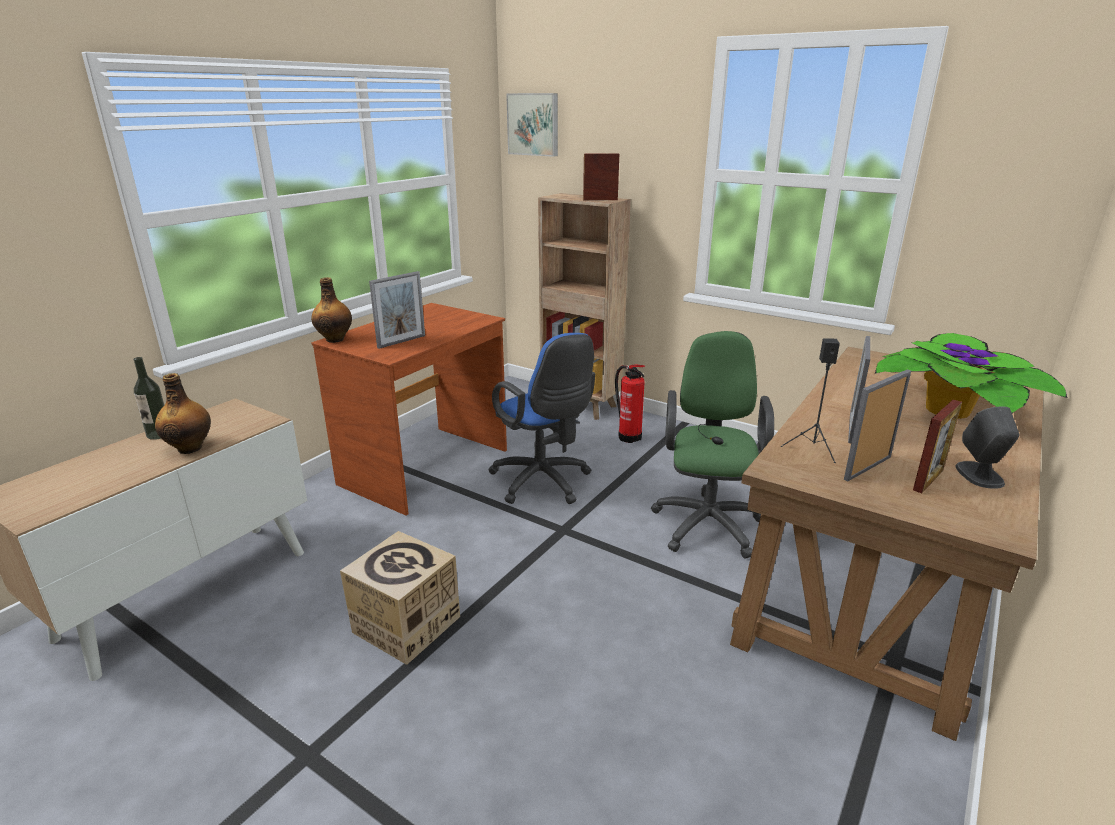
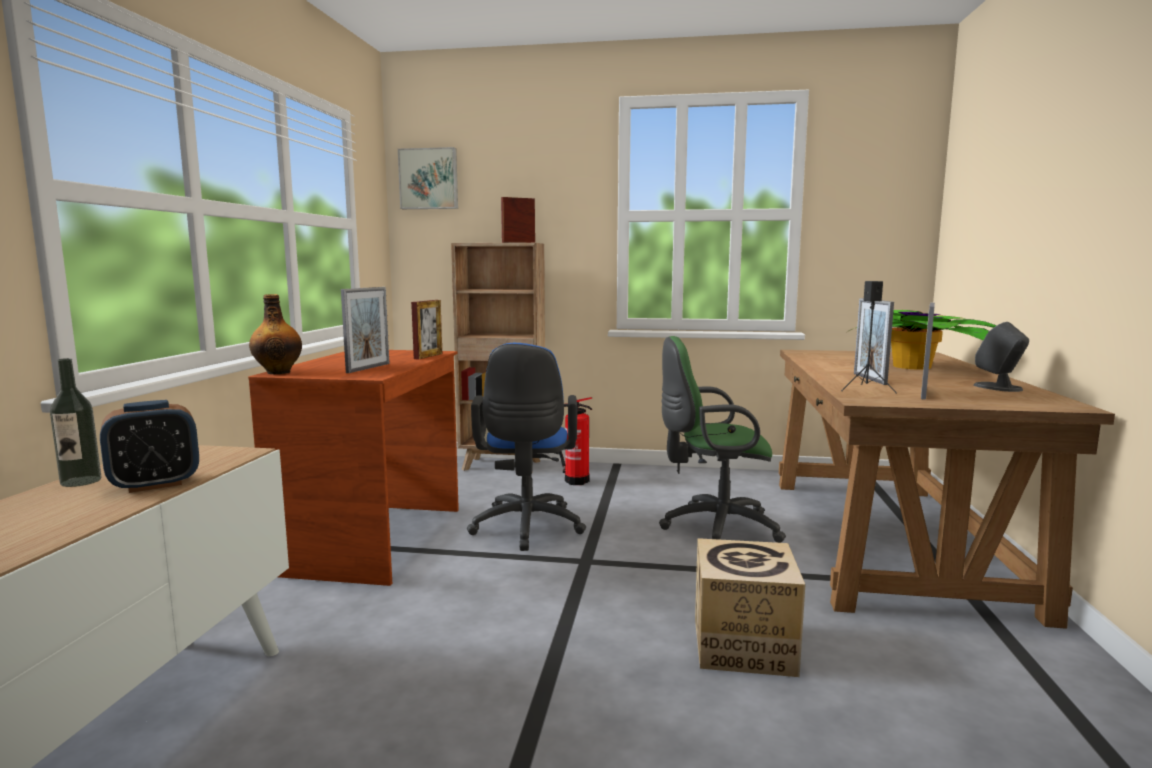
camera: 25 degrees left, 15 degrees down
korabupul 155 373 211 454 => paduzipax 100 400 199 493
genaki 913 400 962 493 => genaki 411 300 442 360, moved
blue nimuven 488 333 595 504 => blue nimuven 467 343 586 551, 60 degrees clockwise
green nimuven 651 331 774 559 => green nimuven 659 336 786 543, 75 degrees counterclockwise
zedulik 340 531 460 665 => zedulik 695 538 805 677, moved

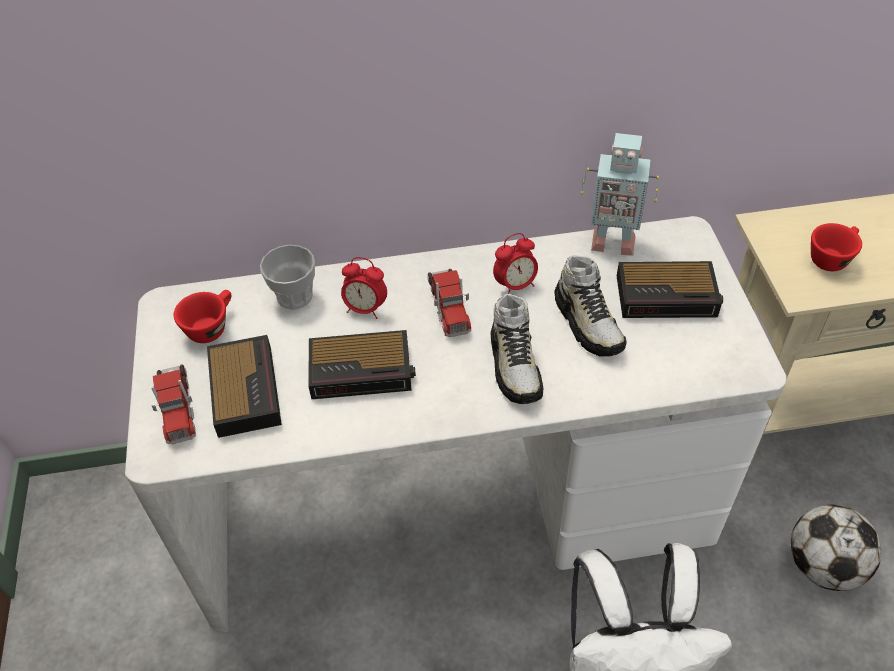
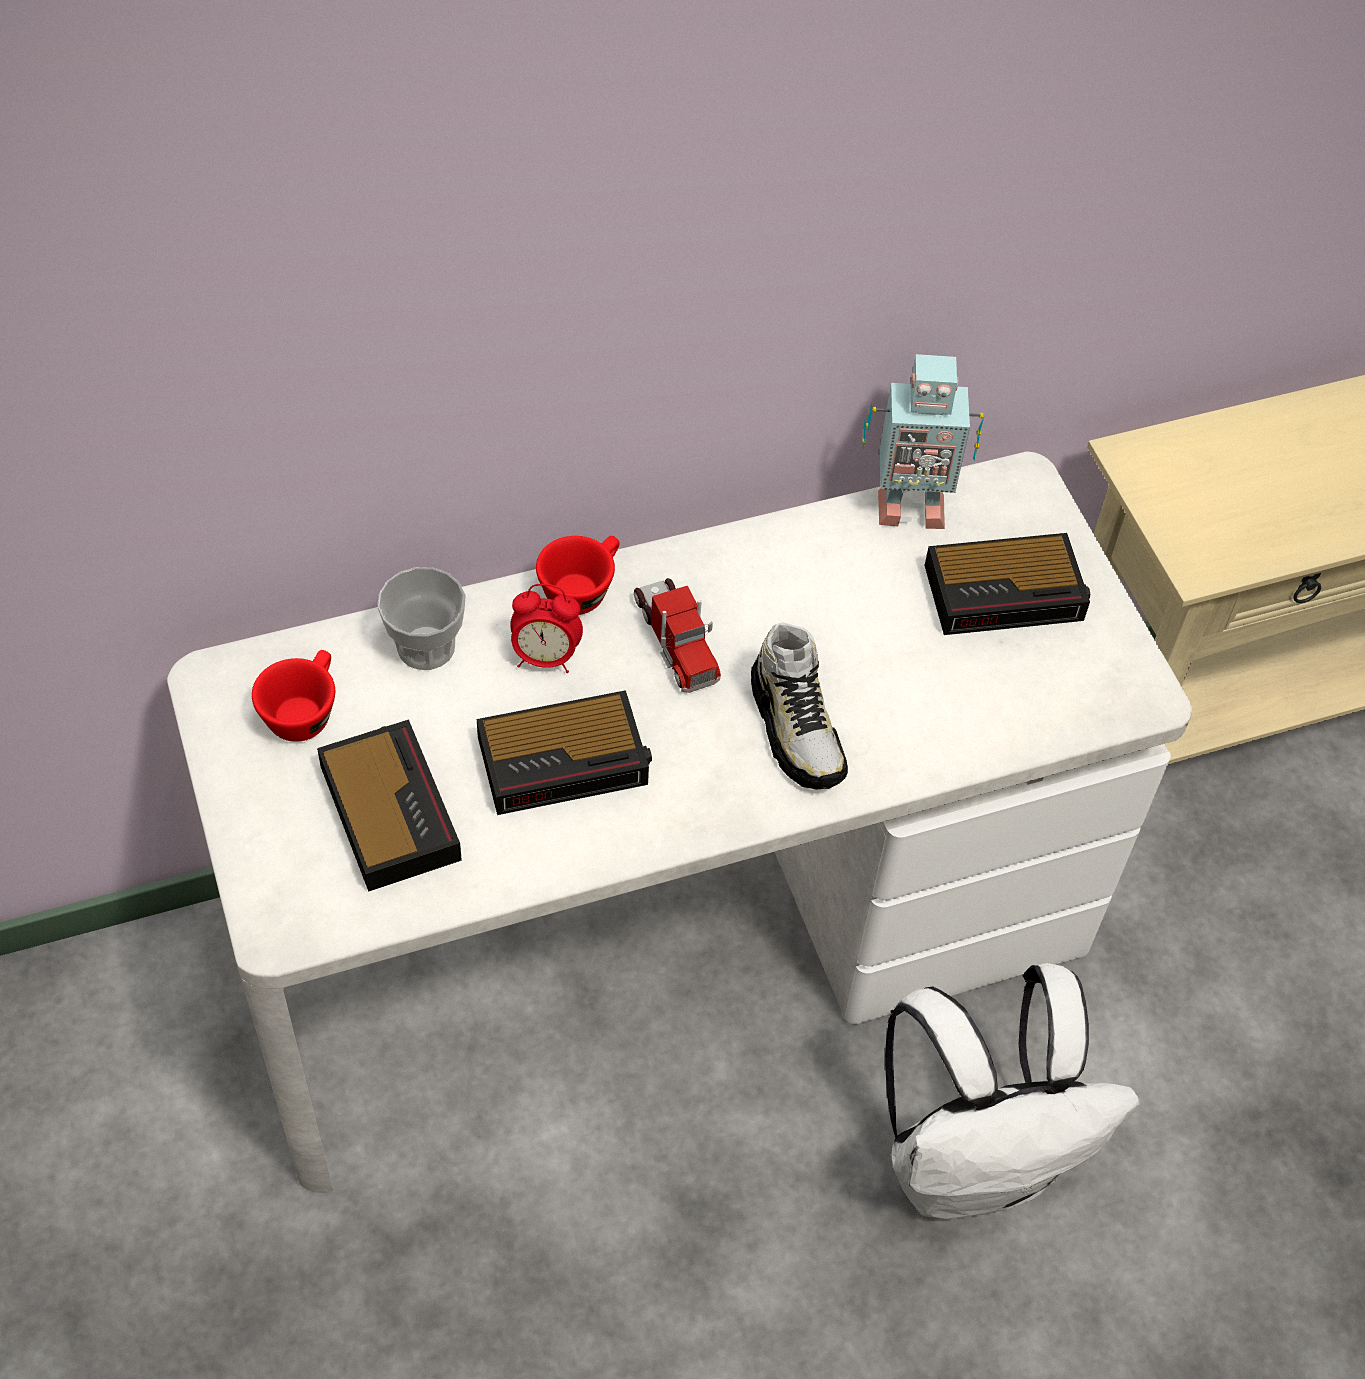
camera: 15 degrees left, 5 degrees up
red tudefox 811 223 862 271 => red tudefox 536 536 620 615, moved
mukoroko 151 364 196 444 => nothing
paduzipax 493 233 538 294 => nothing
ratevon 554 255 626 357 => nothing
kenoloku 791 504 881 591 => nothing

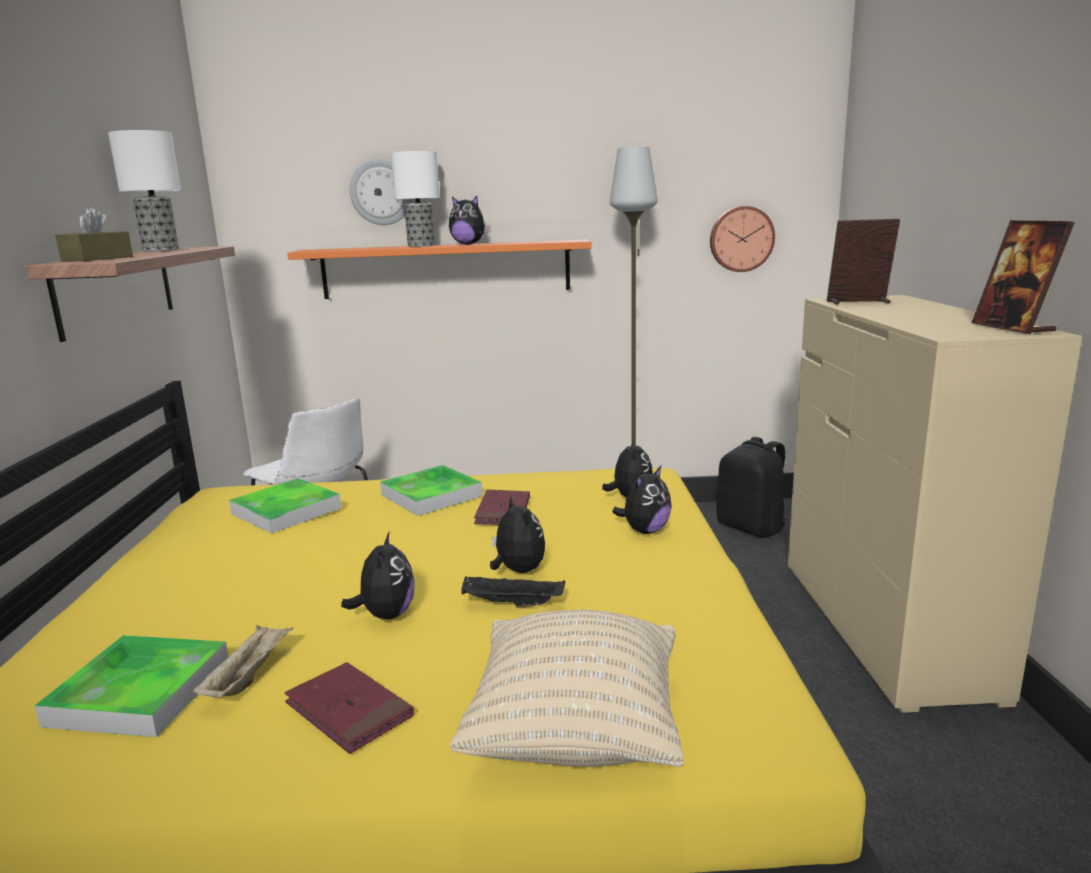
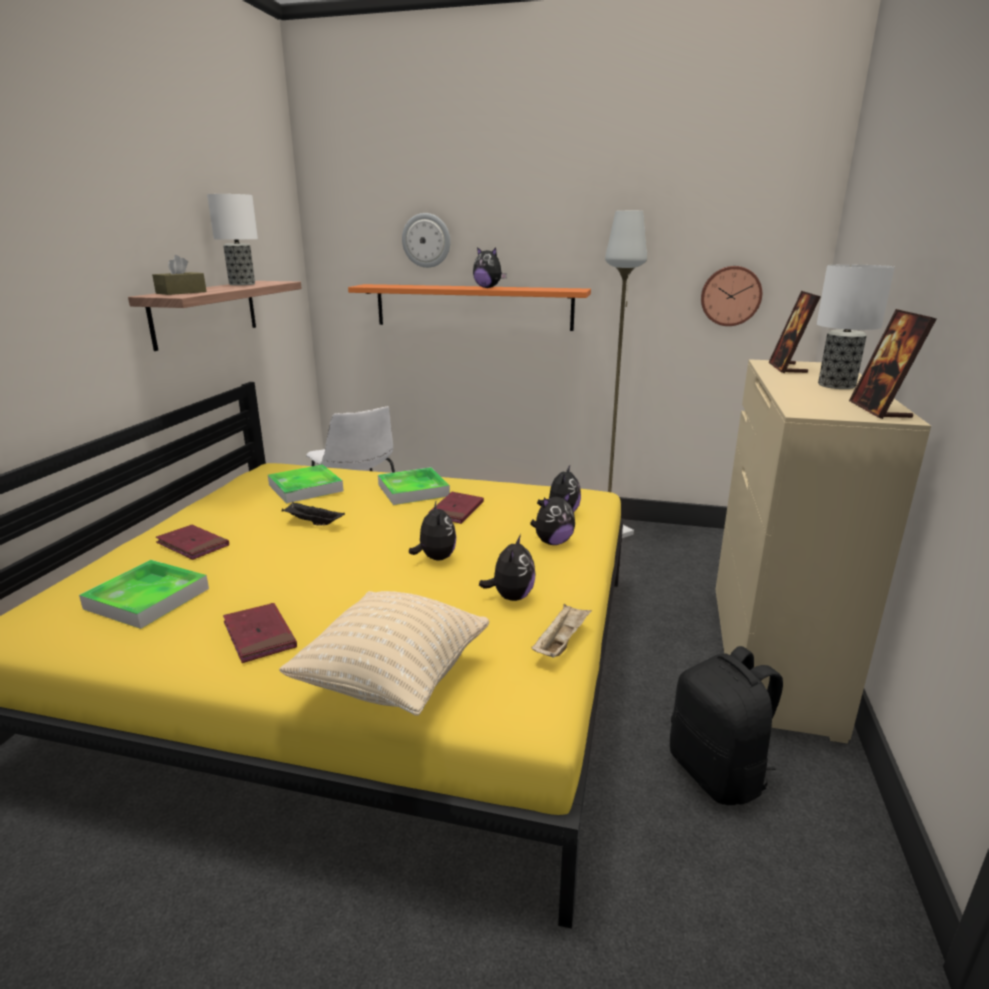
camera: 15 degrees right, 5 degrees up
nothing => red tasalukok 156 525 229 560
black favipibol 461 576 565 608 => black favipibol 281 502 345 526, moved
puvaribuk 341 532 415 619 => puvaribuk 479 534 535 601, moved
beige favipibol 192 625 293 698 => beige favipibol 531 604 592 658, moved
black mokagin 717 437 786 538 => black mokagin 670 646 783 805, moved
genaki 827 219 900 305 => genaki 768 291 821 373, 105 degrees counterclockwise
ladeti 391 151 440 247 => ladeti 817 265 895 389, moved

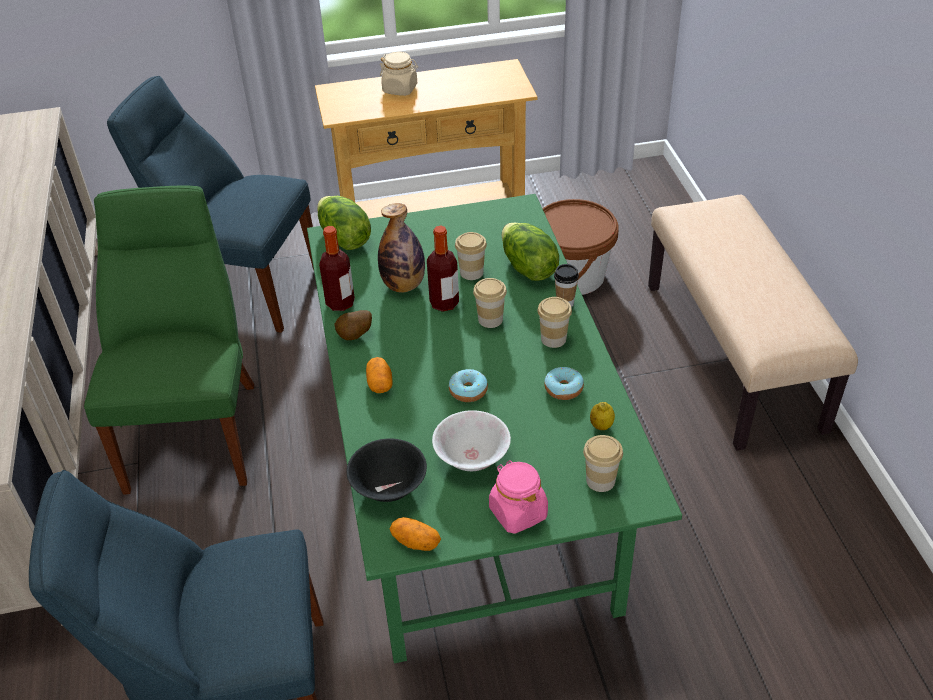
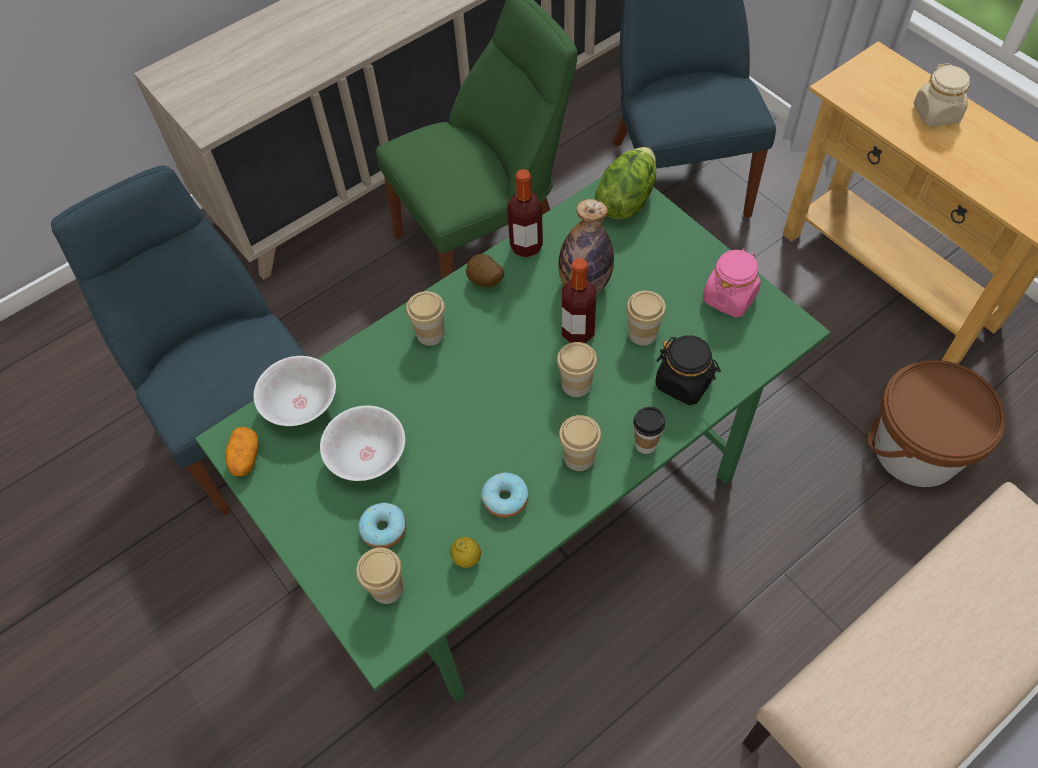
camera: 65 degrees right, 15 degrees up
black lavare 347 438 427 502 => white lavare 254 356 336 426
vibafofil 449 369 488 402 => vibafofil 359 503 406 548, moved
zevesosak 366 357 393 393 => tudefox 406 291 445 346
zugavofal 502 223 559 281 => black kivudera 655 335 721 405
pink kivudera 489 460 548 534 => pink kivudera 703 248 761 317, moved

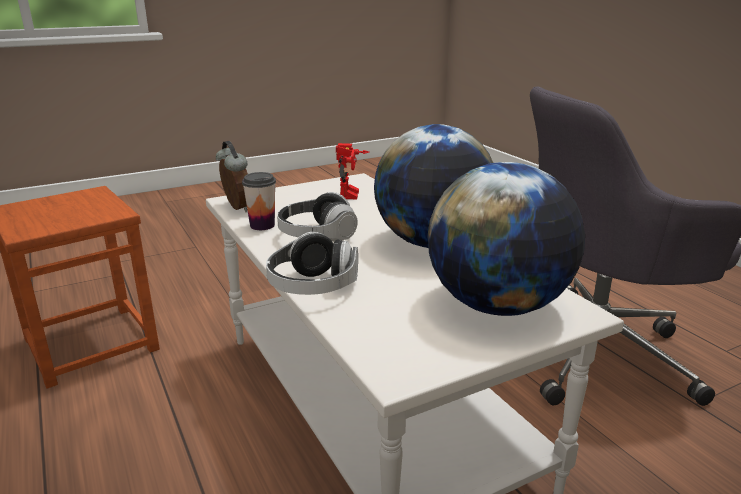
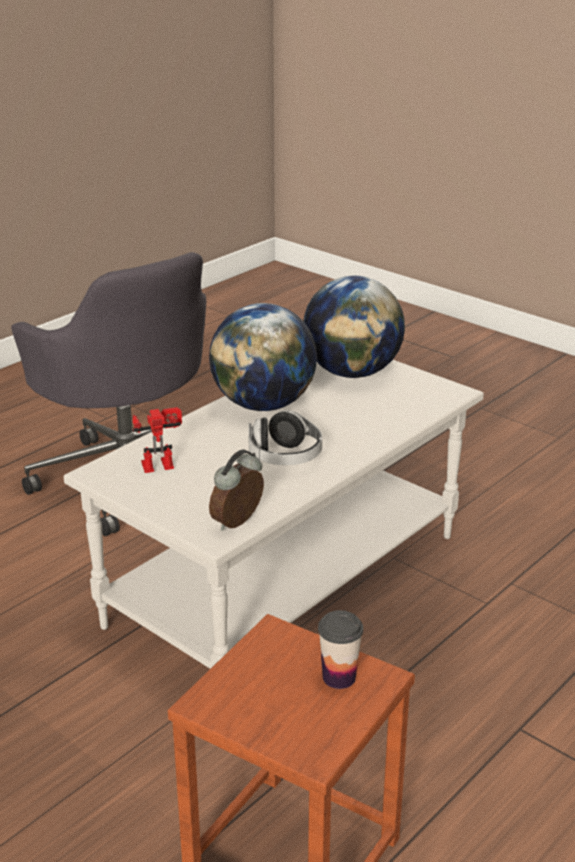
camera: 110 degrees left, 5 degrees up
tudefox 242 172 276 230 => tudefox 318 610 363 689, moved
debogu 266 232 358 295 => nothing

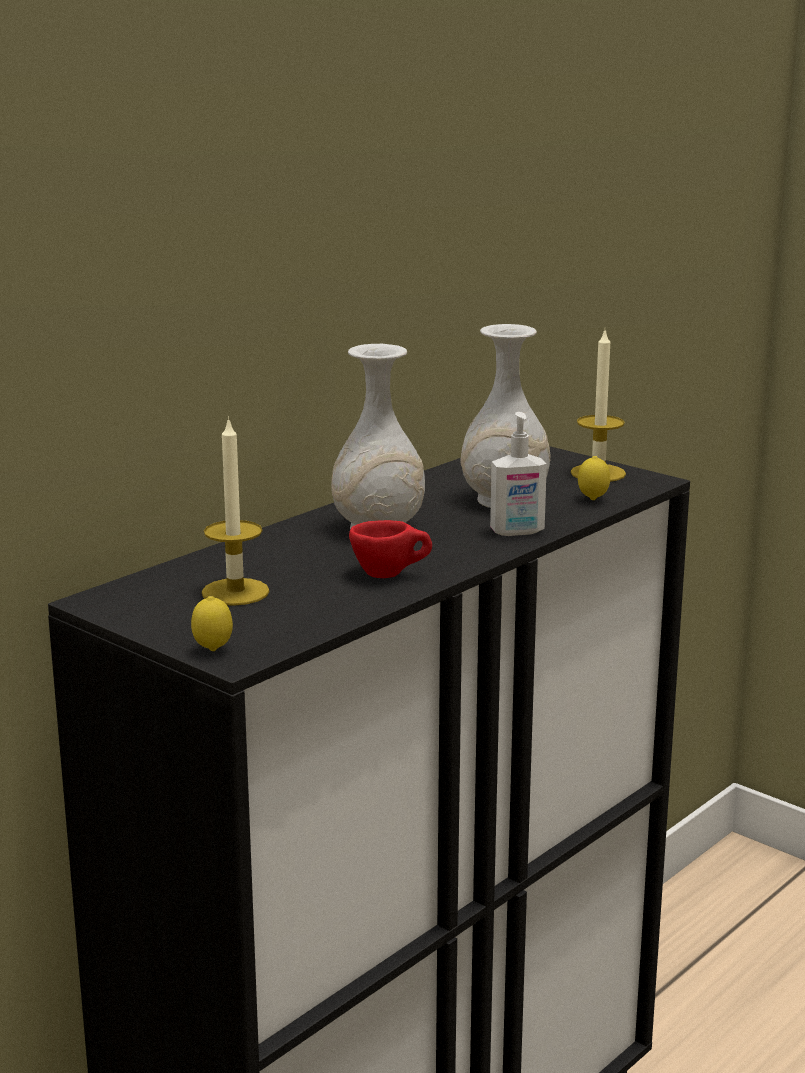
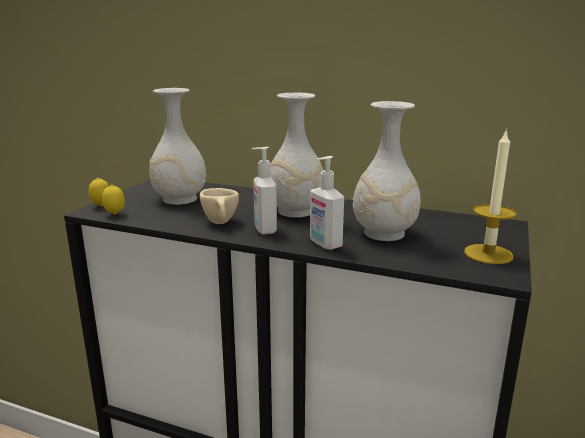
camera: 70 degrees right, 0 degrees up
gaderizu 578 456 610 500 => gaderizu 102 185 125 215, moved
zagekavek 202 417 270 606 => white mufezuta 149 88 206 205
red tudefox 349 520 432 578 => beige tudefox 200 188 239 224
nothing => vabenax 252 147 277 235

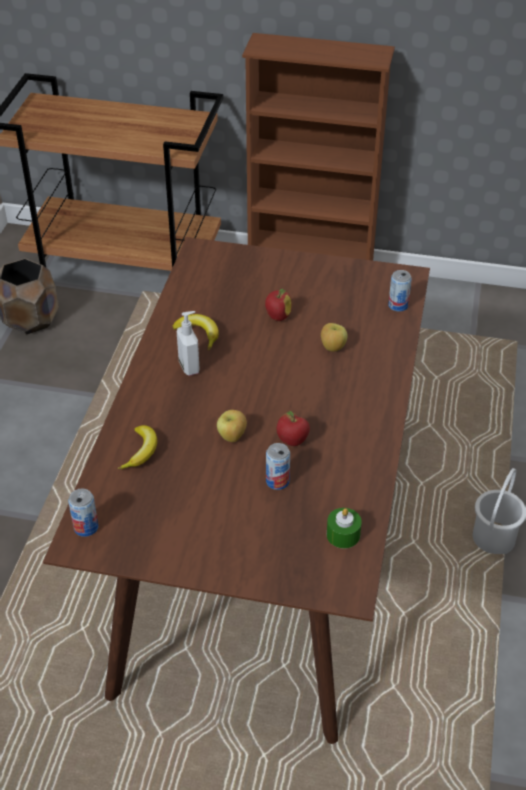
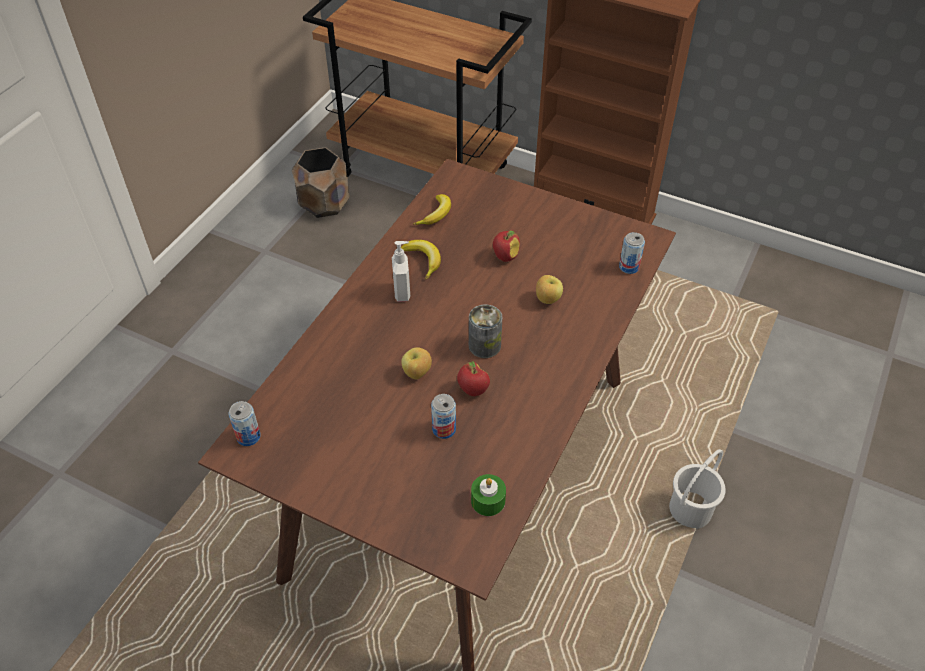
camera: 15 degrees right, 5 degrees up
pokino 118 425 157 469 => pokino 413 194 451 225, moved
nothing => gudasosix 469 304 502 358

